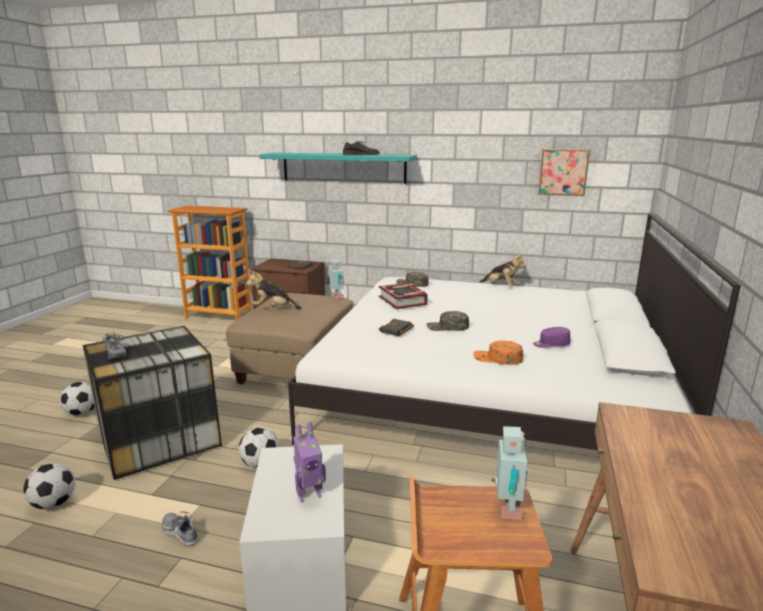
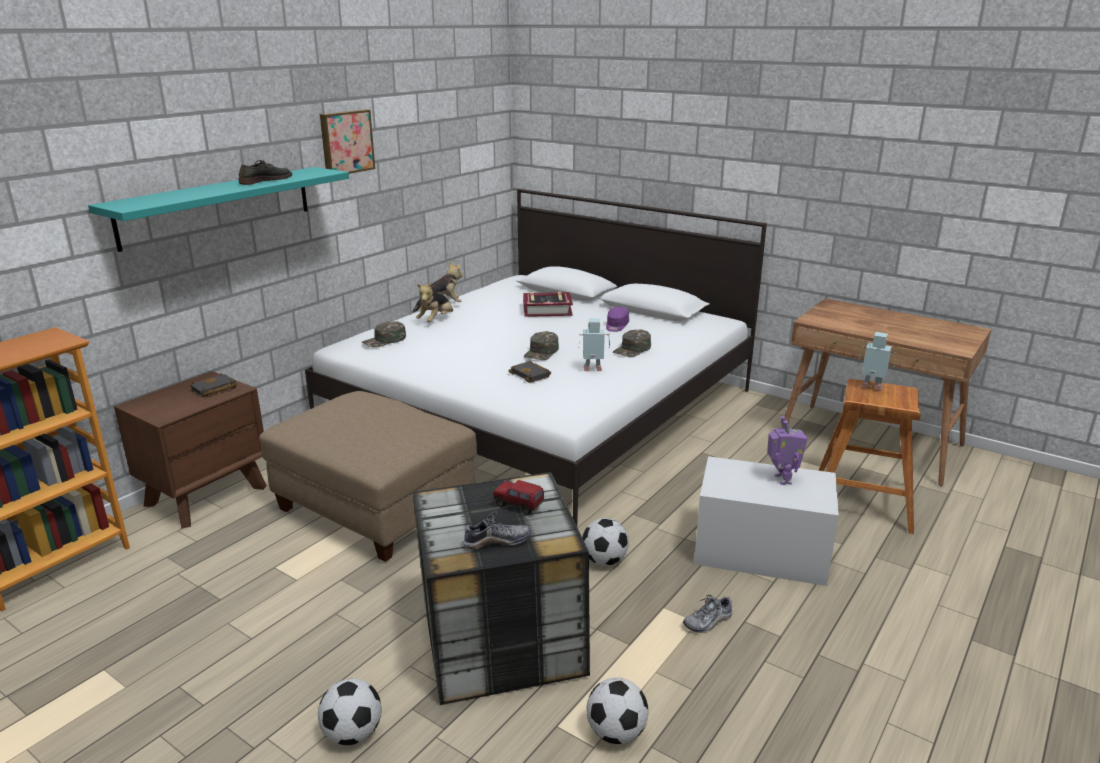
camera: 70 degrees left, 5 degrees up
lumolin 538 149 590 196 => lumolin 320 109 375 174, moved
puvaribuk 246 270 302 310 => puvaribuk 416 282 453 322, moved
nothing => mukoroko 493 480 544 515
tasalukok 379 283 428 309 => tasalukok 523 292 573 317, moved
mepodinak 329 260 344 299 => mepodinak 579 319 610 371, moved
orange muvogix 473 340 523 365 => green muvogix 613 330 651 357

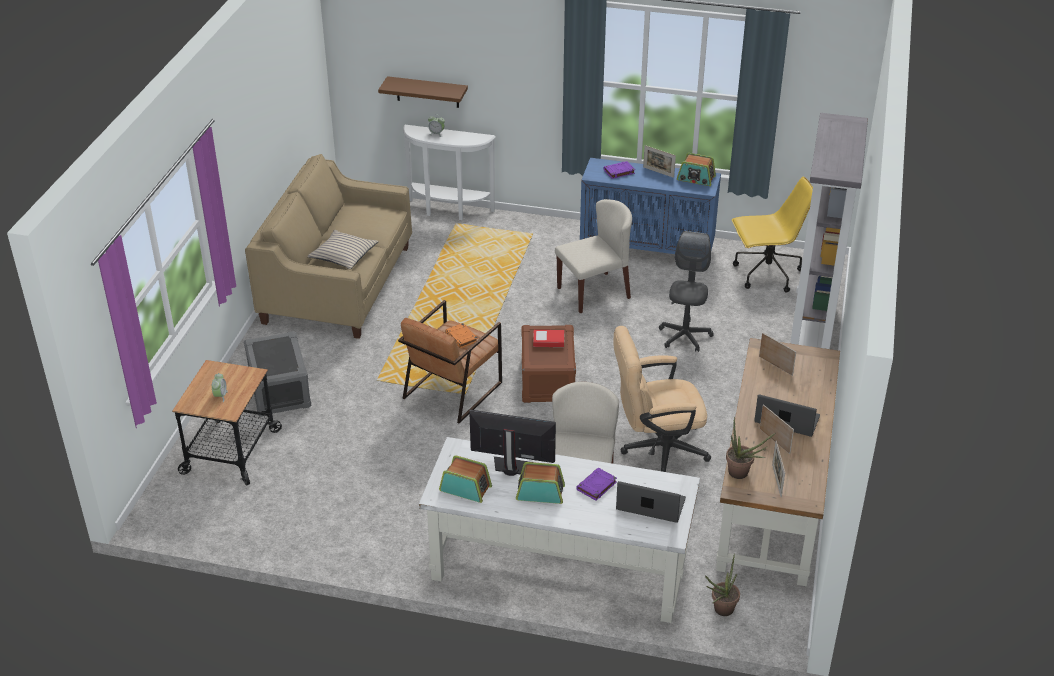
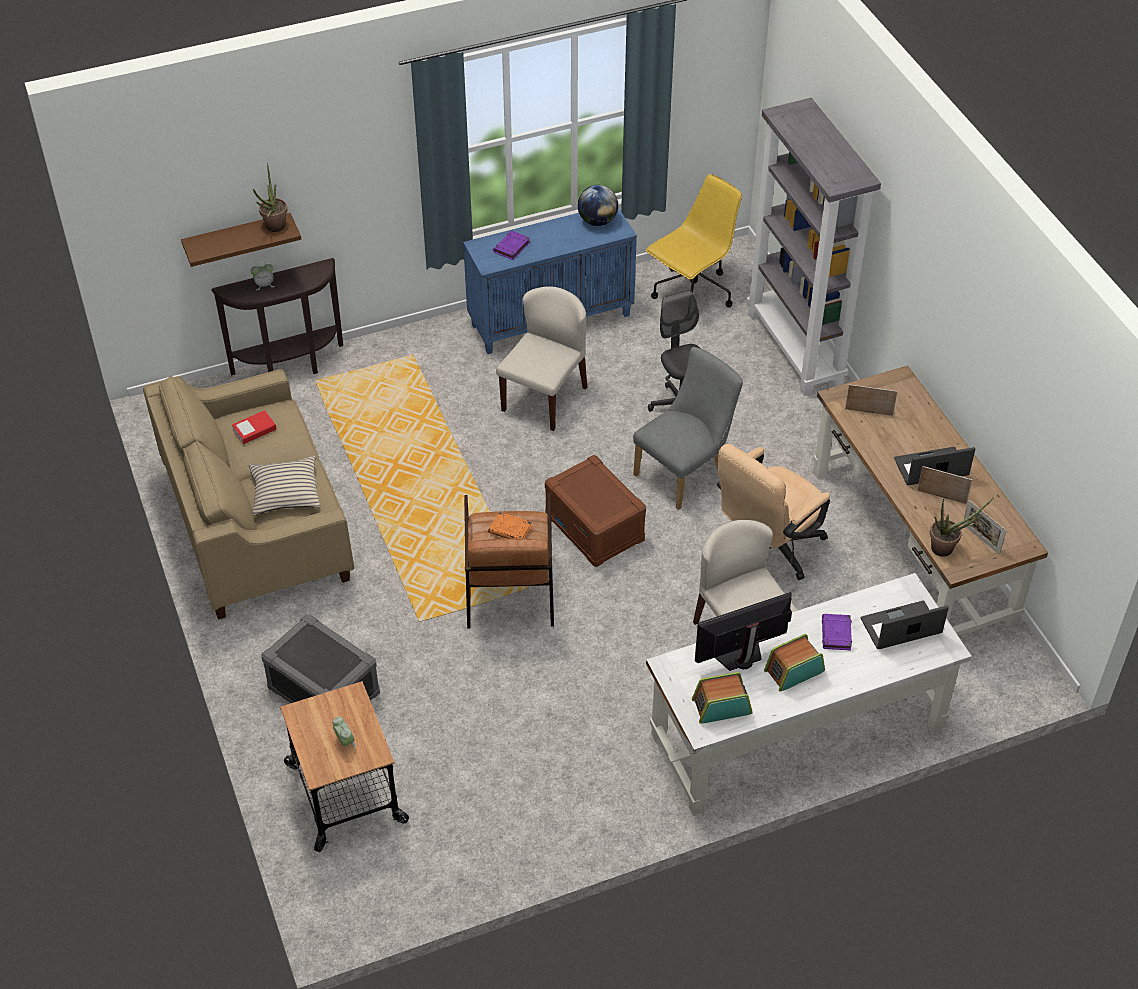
camera: 35 degrees left, 10 degrees up
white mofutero 403 125 496 220 => brown mofutero 211 258 343 376
tasalukok 533 330 564 347 => tasalukok 232 410 277 444, moved
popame 705 554 740 616 => popame 253 163 287 232, moved
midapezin 677 153 716 186 => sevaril 578 185 618 226
nothing => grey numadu 633 347 743 510
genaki 643 145 676 178 => nothing

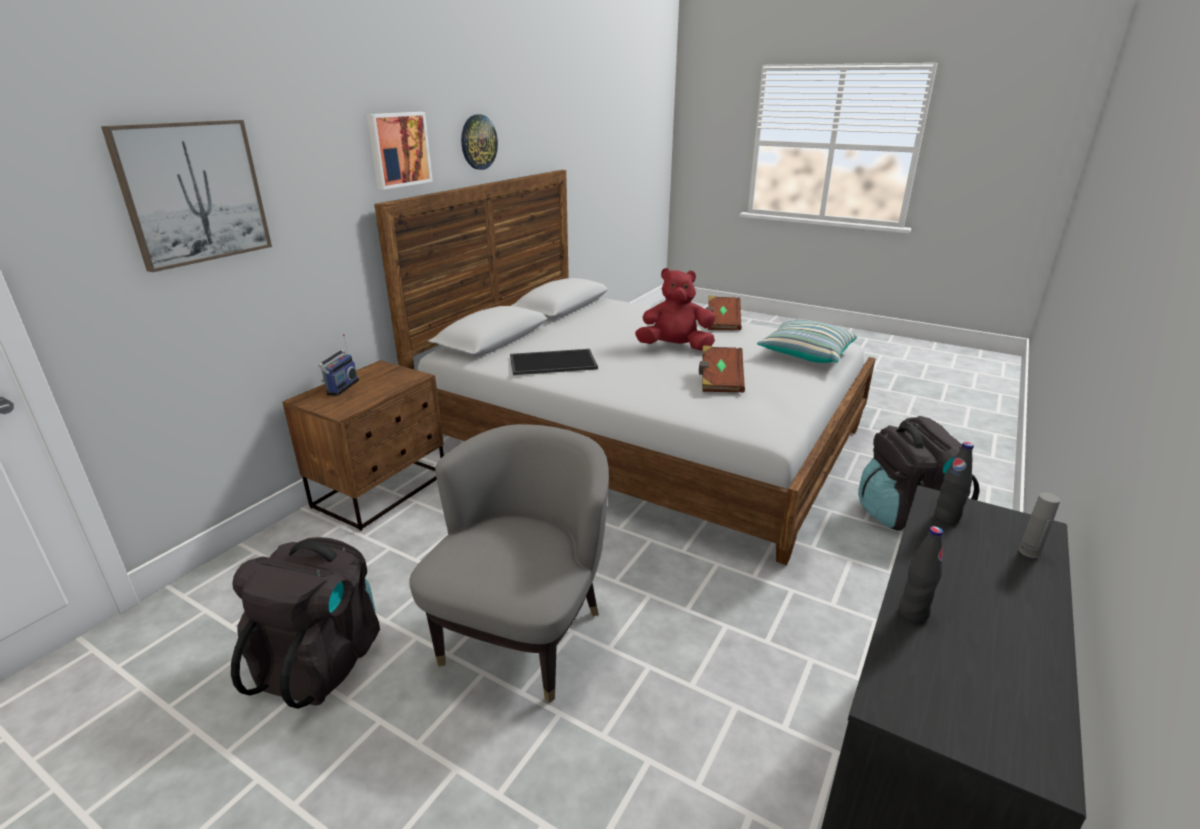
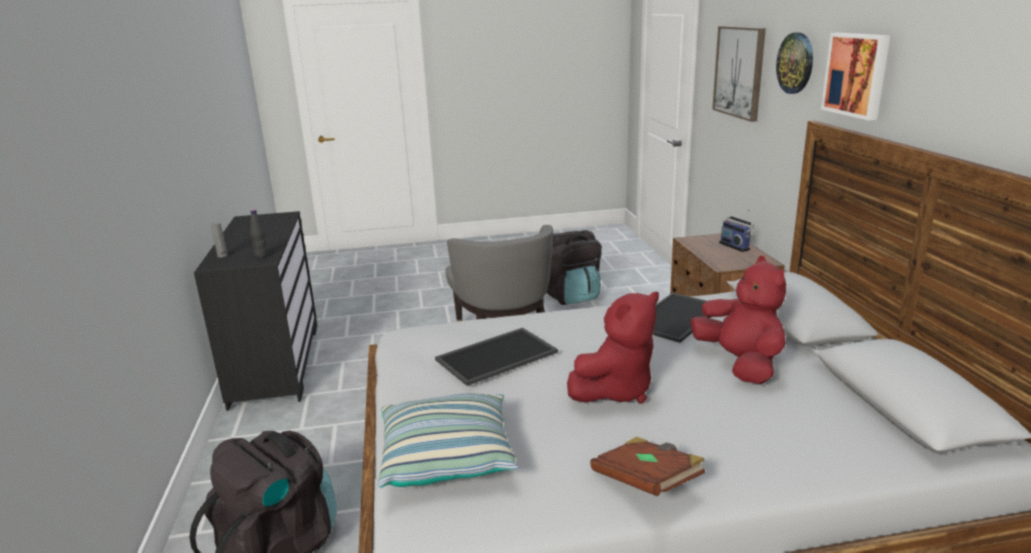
camera: 140 degrees right, 5 degrees down
brown tasalukok 699 345 745 393 => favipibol 435 328 558 386
nothing => red puvaribuk 690 256 786 384
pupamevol 461 114 498 170 => pupamevol 776 32 813 94, moved
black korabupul 899 526 943 623 => nothing

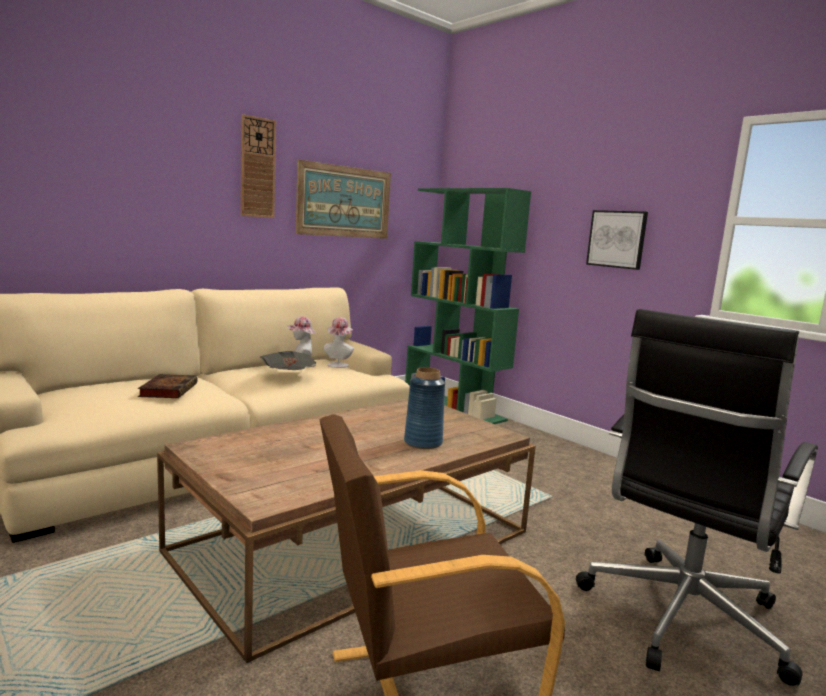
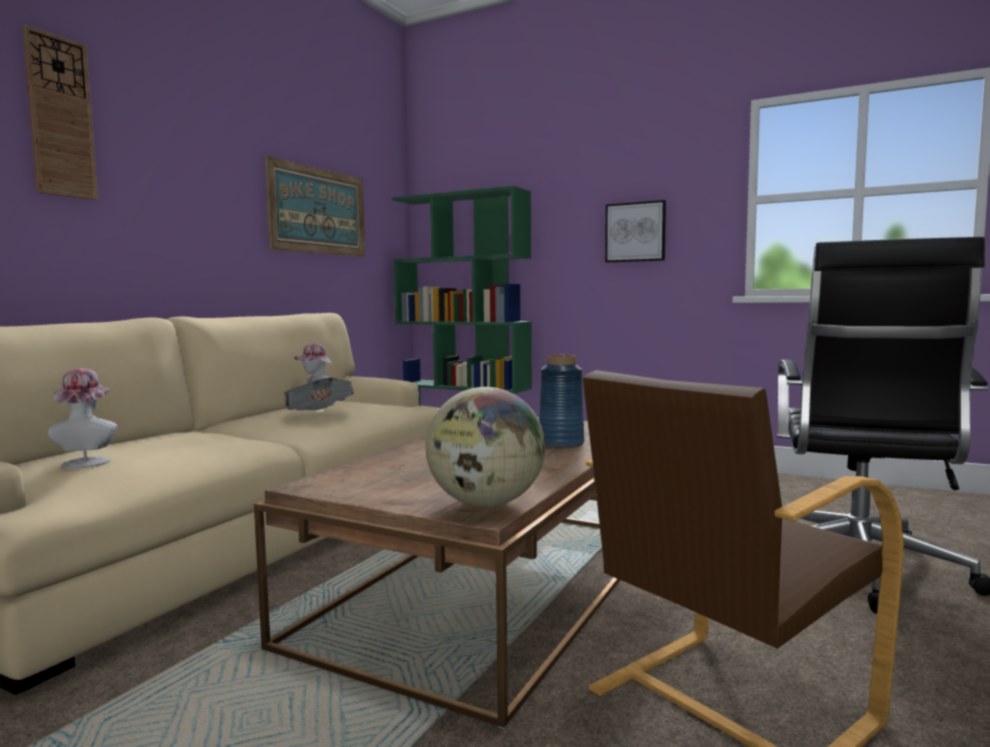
camera: 20 degrees left, 5 degrees down
pupamevol 241 114 276 218 => pupamevol 22 25 98 200, moved
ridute 323 317 354 368 => ridute 48 368 118 469, moved
nothing => sevaril 426 387 545 507
tasalukok 138 374 198 398 => nothing

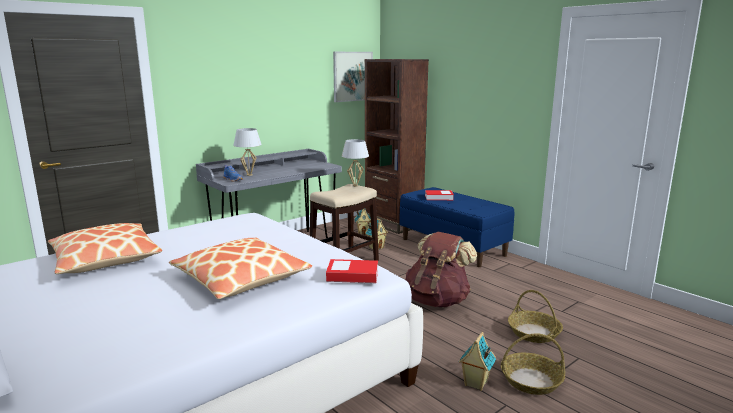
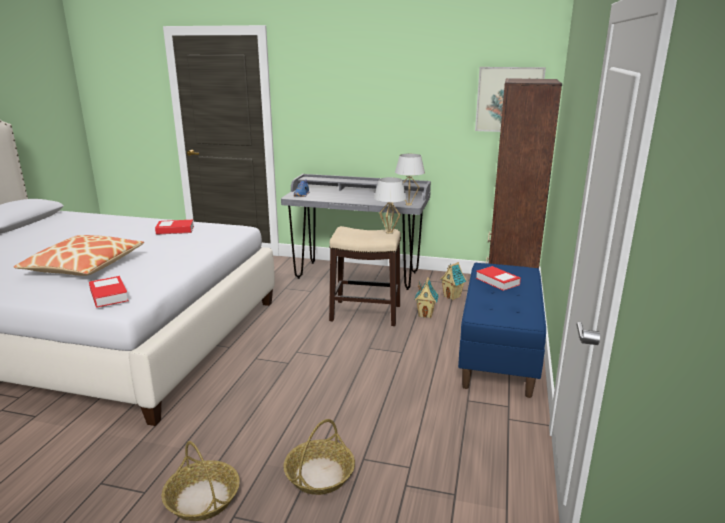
camera: 55 degrees right, 5 degrees up
nothing => tasalukok 155 220 194 235
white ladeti 233 128 262 176 => white ladeti 395 154 425 206, moved
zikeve 48 223 162 274 => nothing
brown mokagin 405 232 477 307 => nothing
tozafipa 459 332 496 391 => nothing

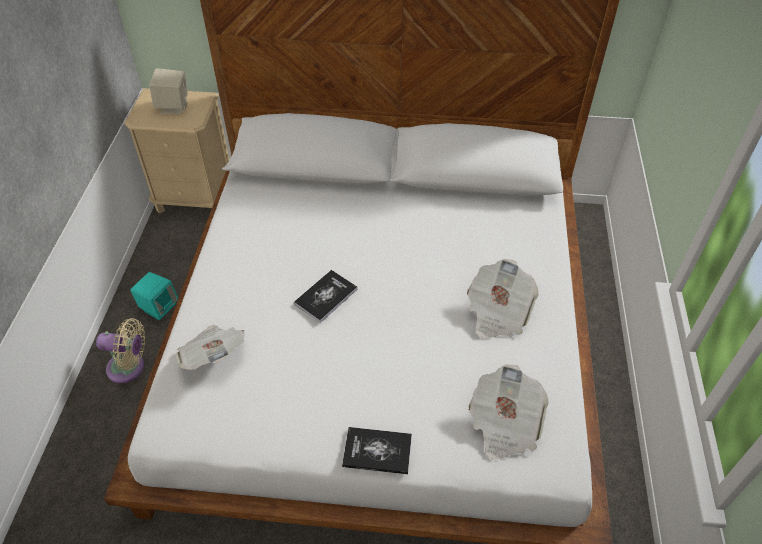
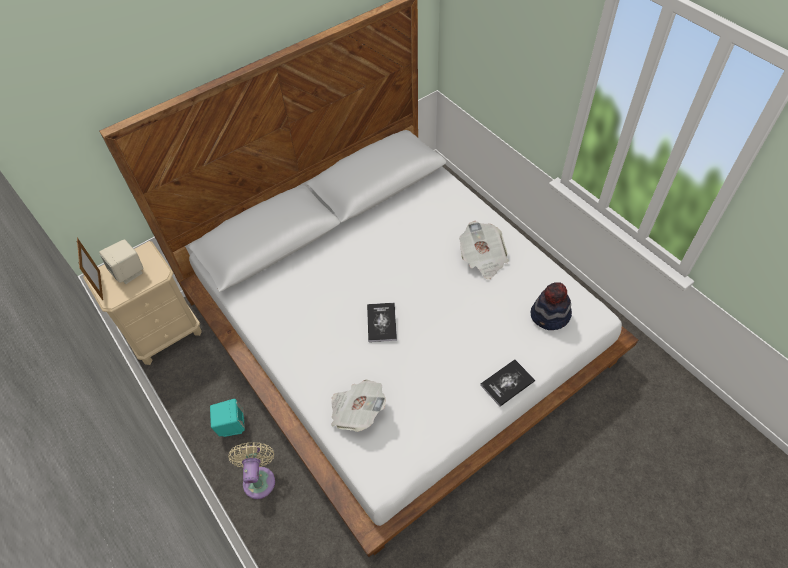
camera: 40 degrees left, 5 degrees up
nothing => genaki 76 237 103 300
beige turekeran 96 318 145 383 => beige turekeran 228 442 275 499, 60 degrees counterclockwise
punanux 468 364 549 460 => ridute 531 282 572 330

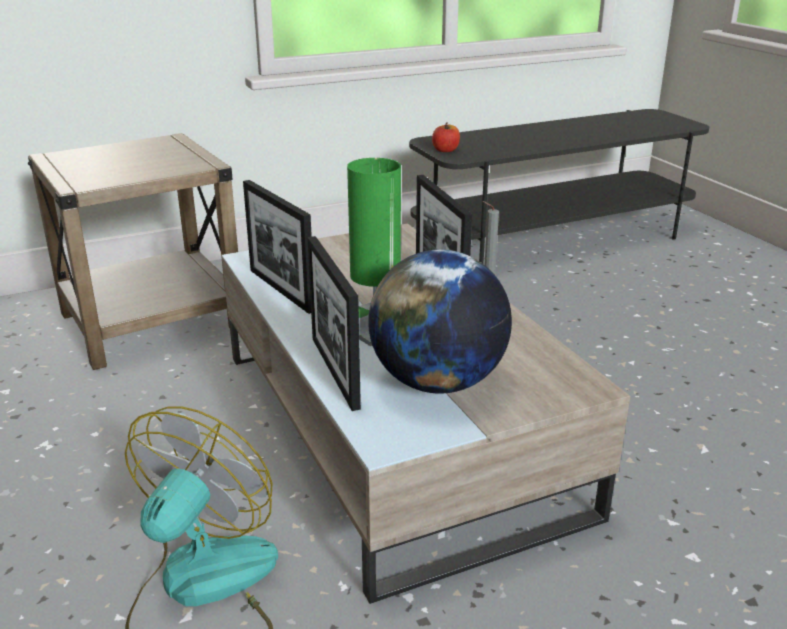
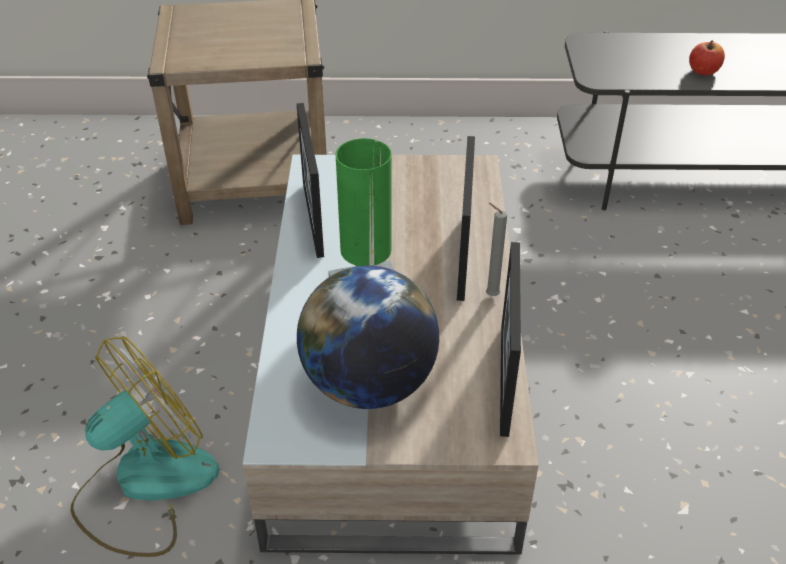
camera: 25 degrees right, 15 degrees up
genaki 307 236 361 411 => genaki 500 242 521 437, moved
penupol 432 122 460 152 => penupol 689 40 725 76, moved

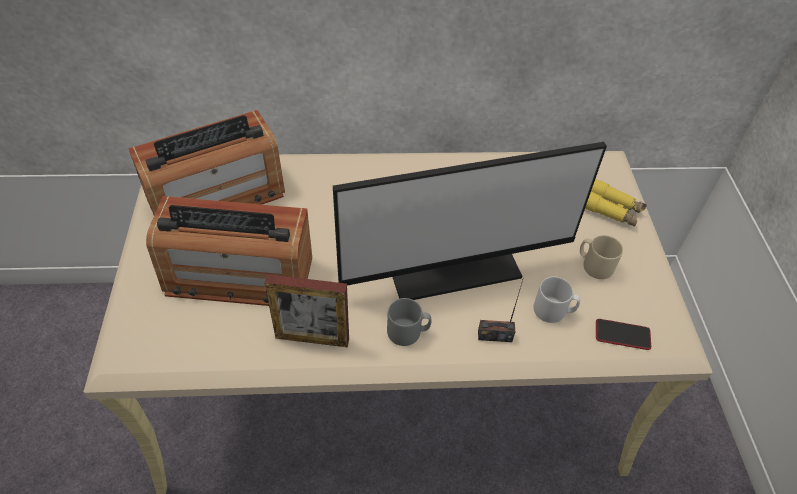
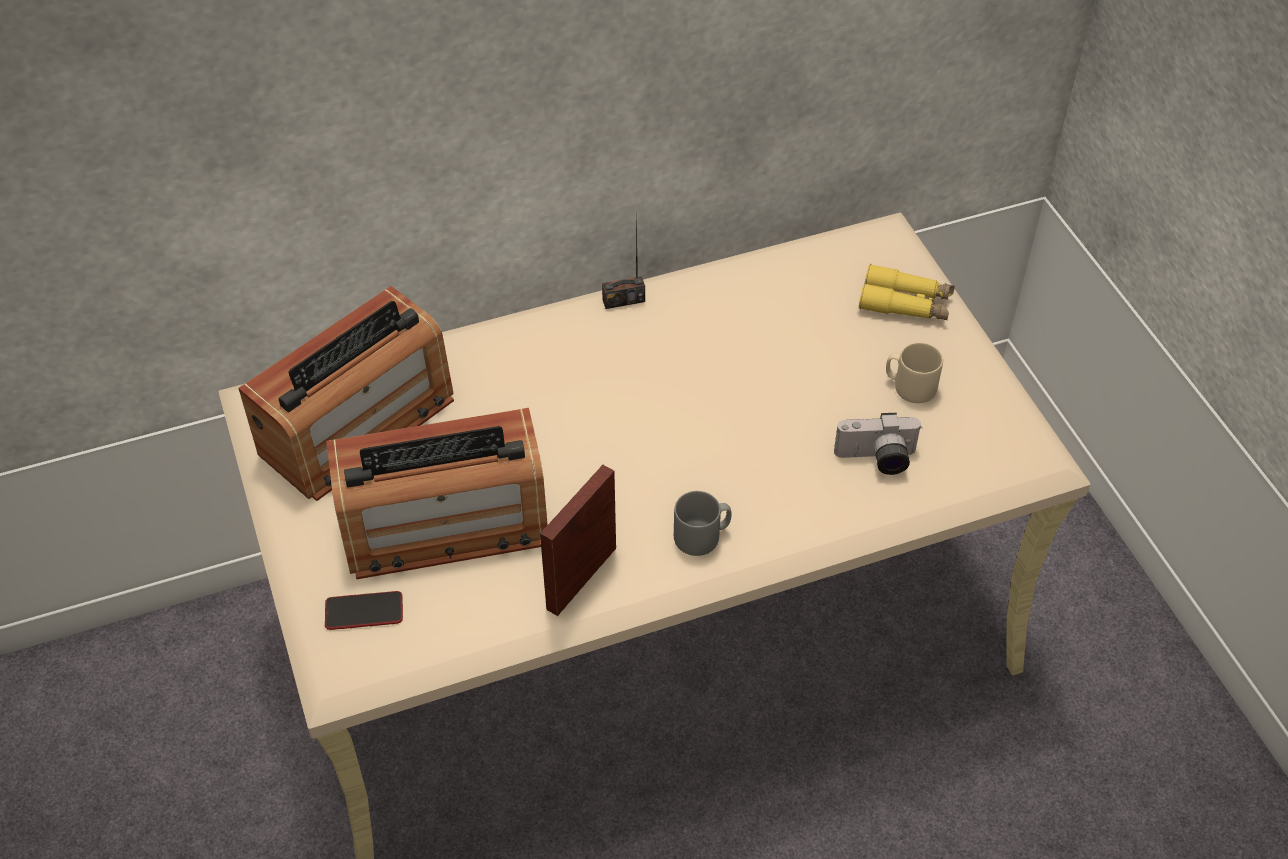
camera: 15 degrees left, 0 degrees up
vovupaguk 596 319 651 350 => vovupaguk 325 591 403 630, moved
genaki 265 274 349 347 => genaki 540 465 616 616, 135 degrees clockwise
midapezin 478 277 524 342 => midapezin 602 212 645 309, moved
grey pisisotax 534 276 580 323 => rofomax 834 413 923 475
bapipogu 333 142 607 300 => nothing

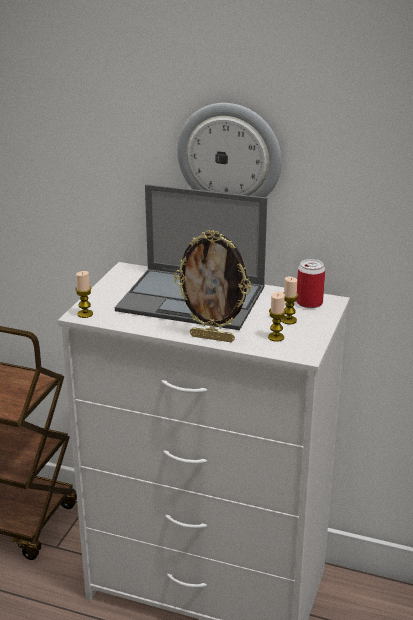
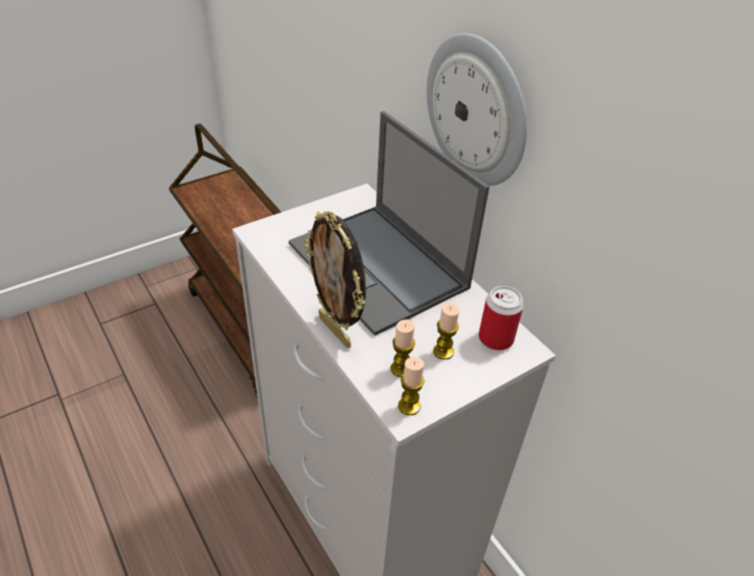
camera: 35 degrees right, 15 degrees up
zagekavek 75 271 93 318 => zagekavek 398 357 425 415, moved

